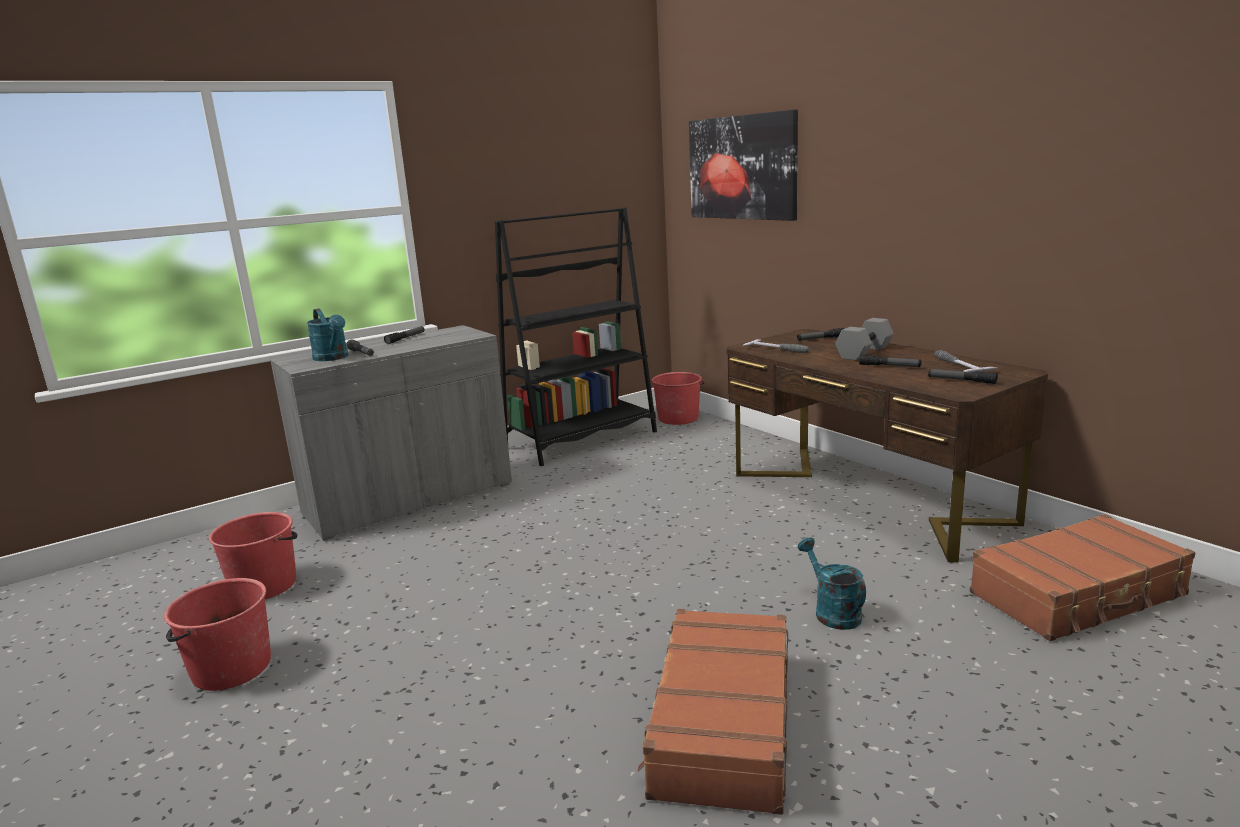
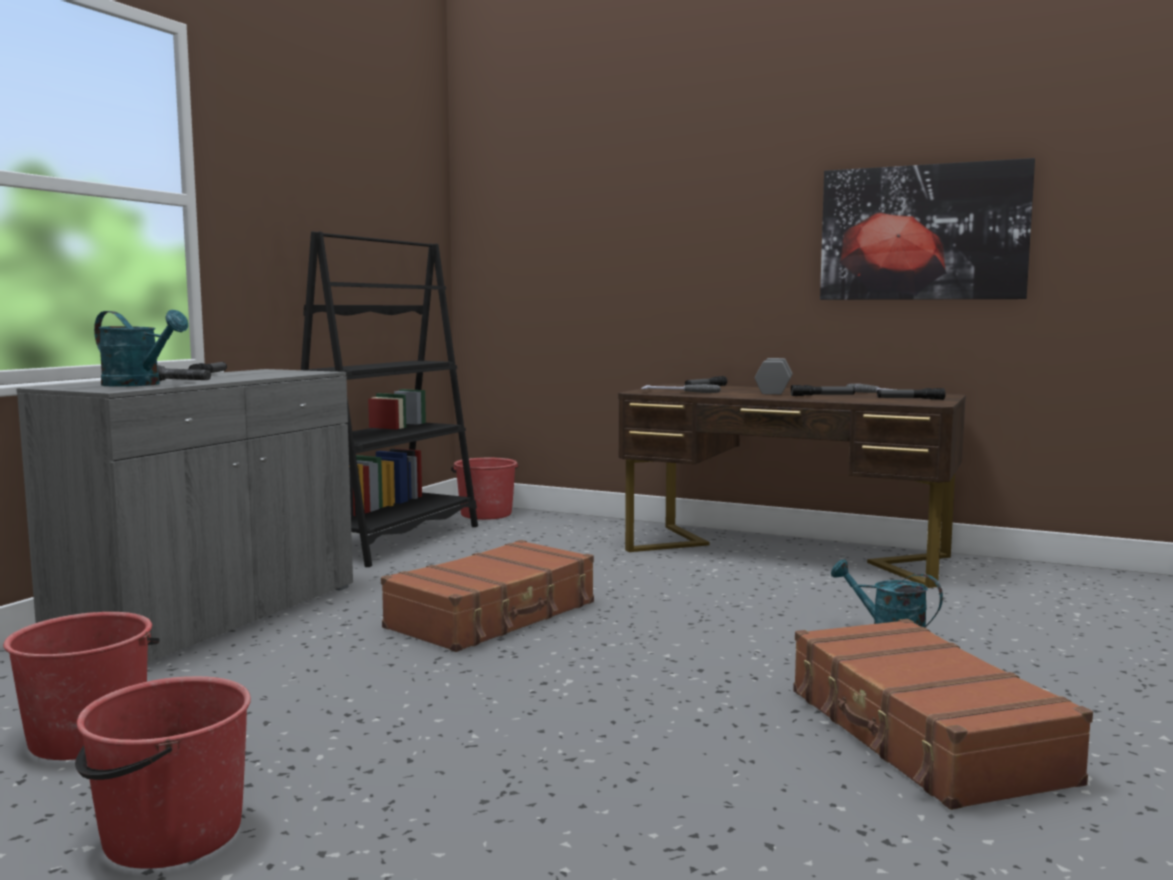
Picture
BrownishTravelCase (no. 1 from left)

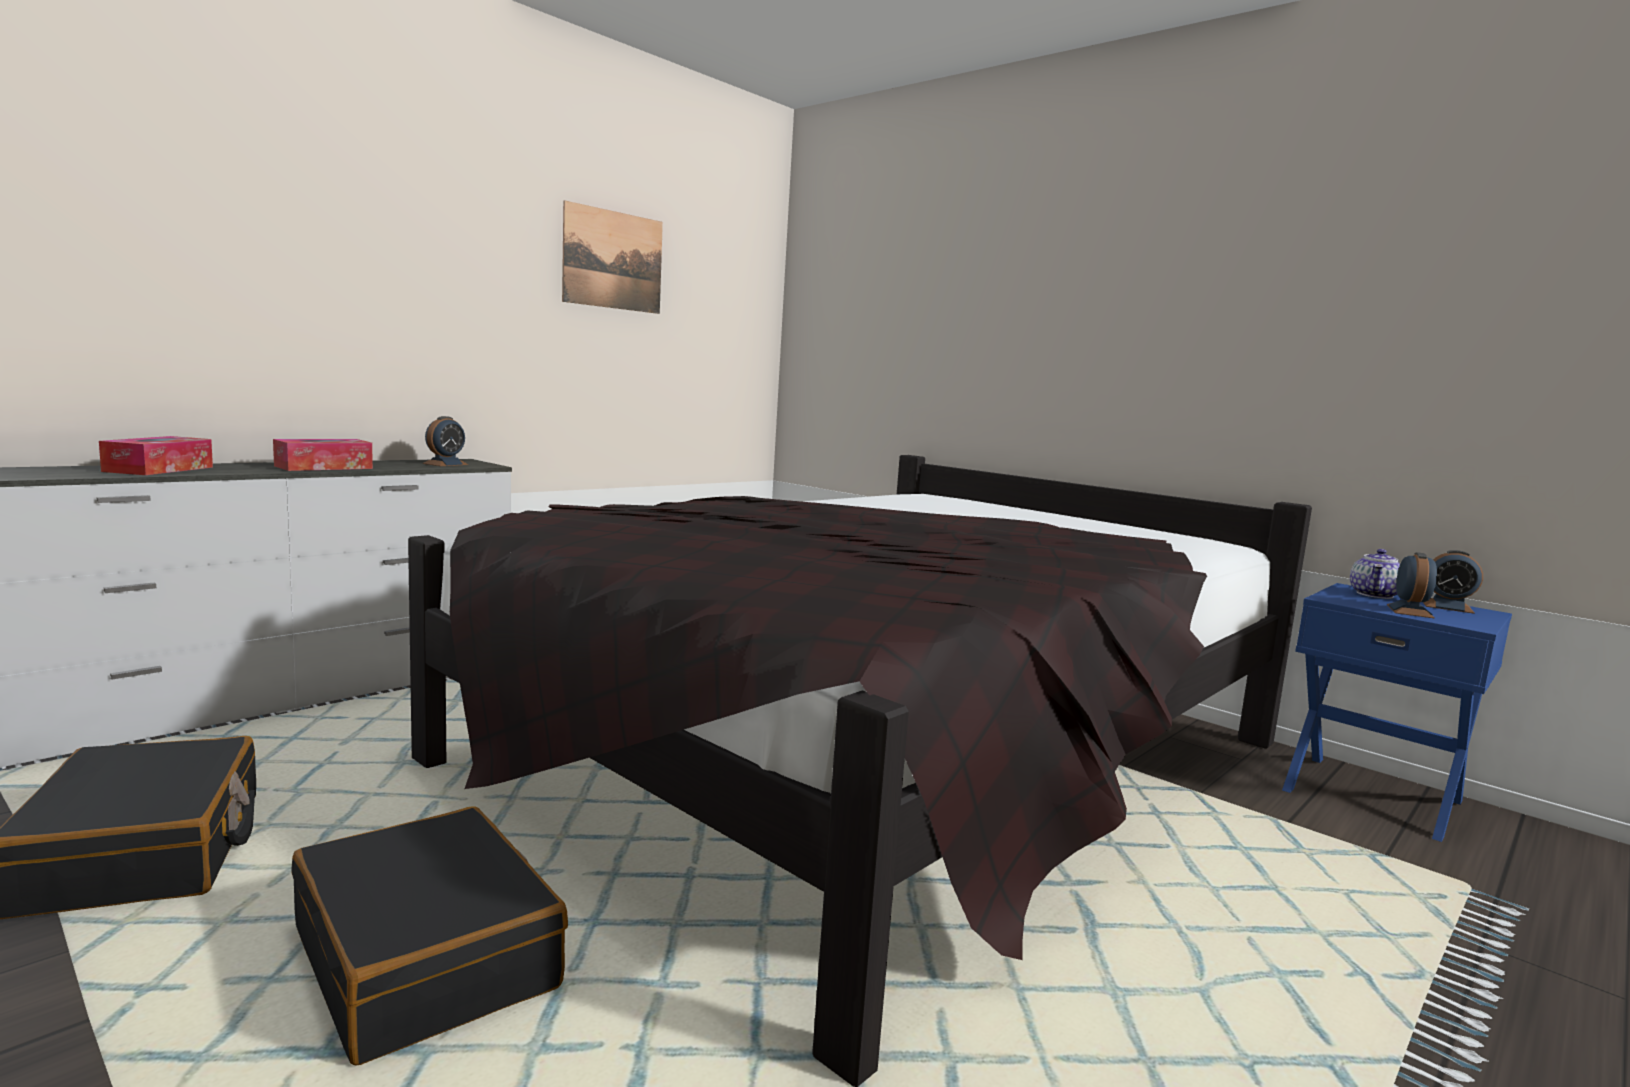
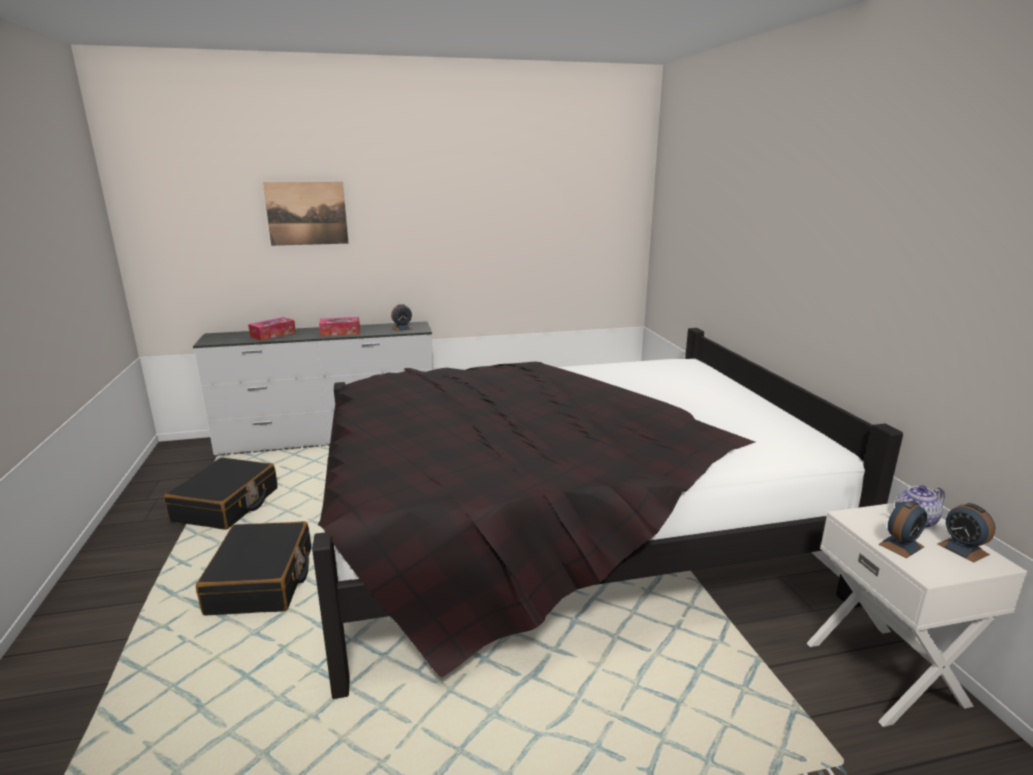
Picture
WhiteNightstand

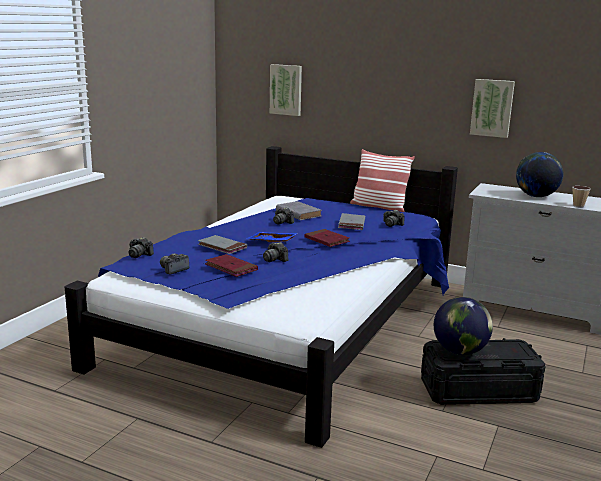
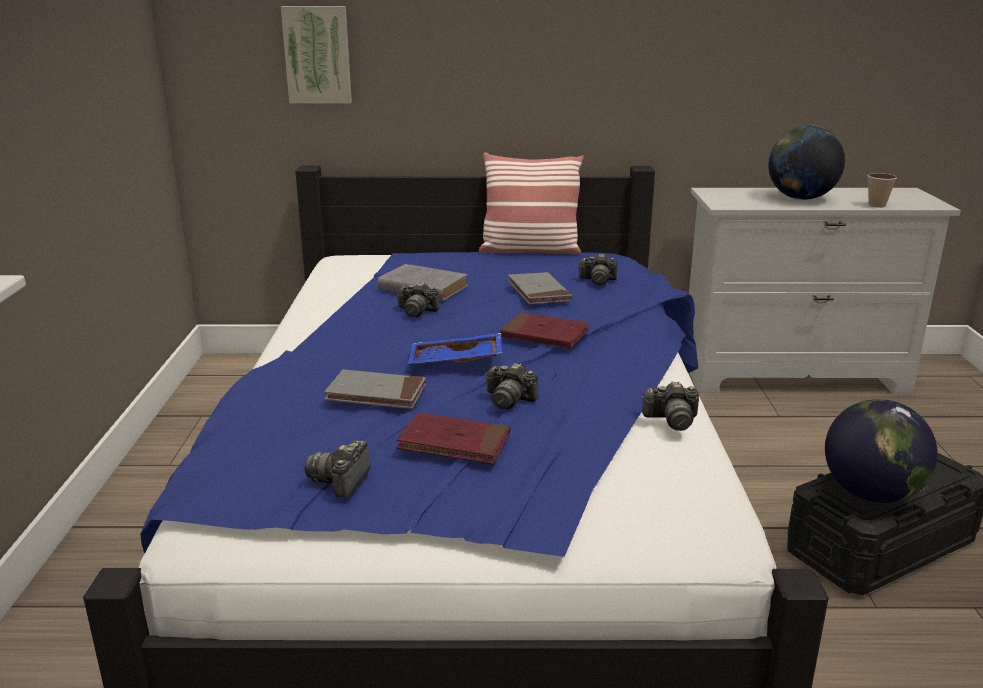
PhotoCamera (no. 5 from left)
Picture (no. 2 from left in the first image)

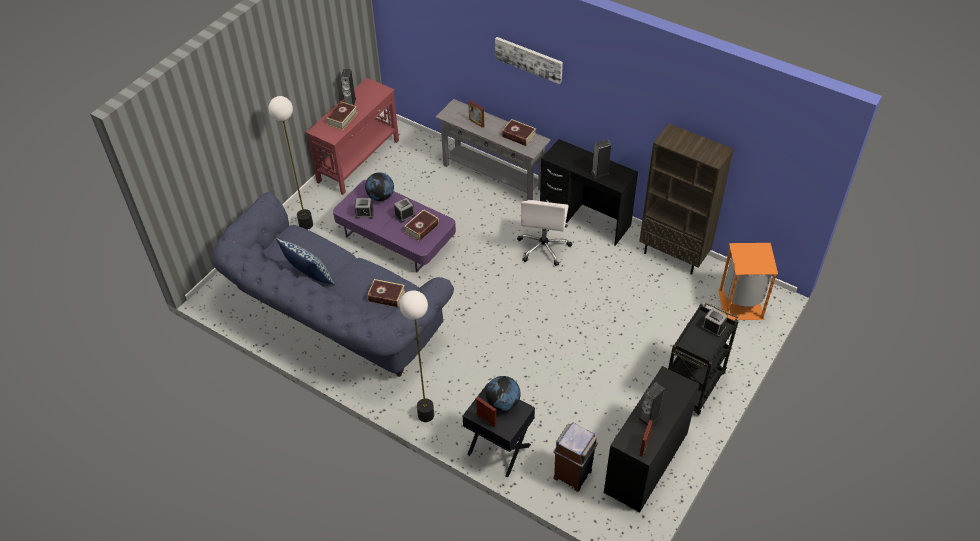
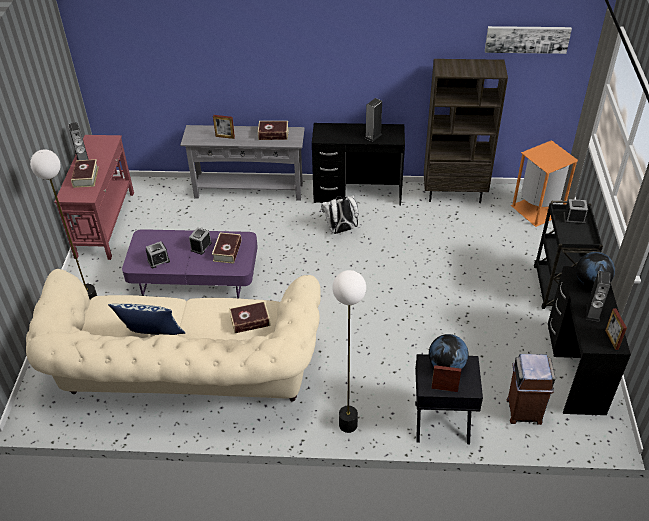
SandColouredSettee
Globe (no. 2 from left)
Picture
WhiteBackpack

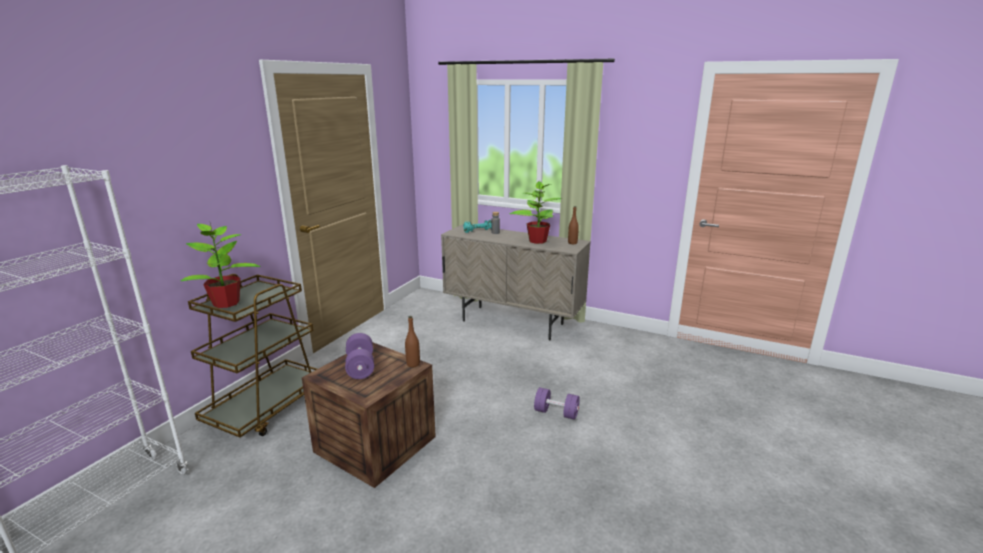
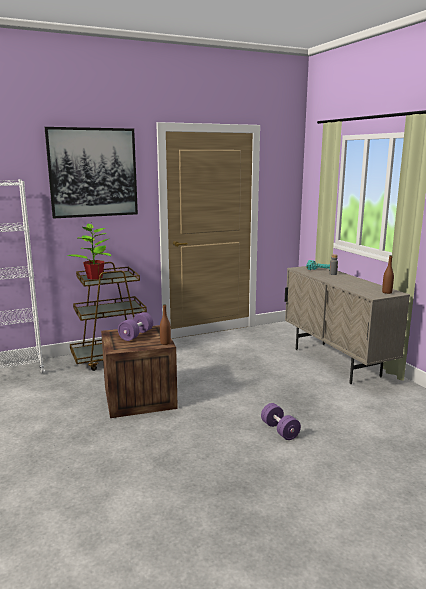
PottedPlant (no. 2 from left in the first image)
Picture

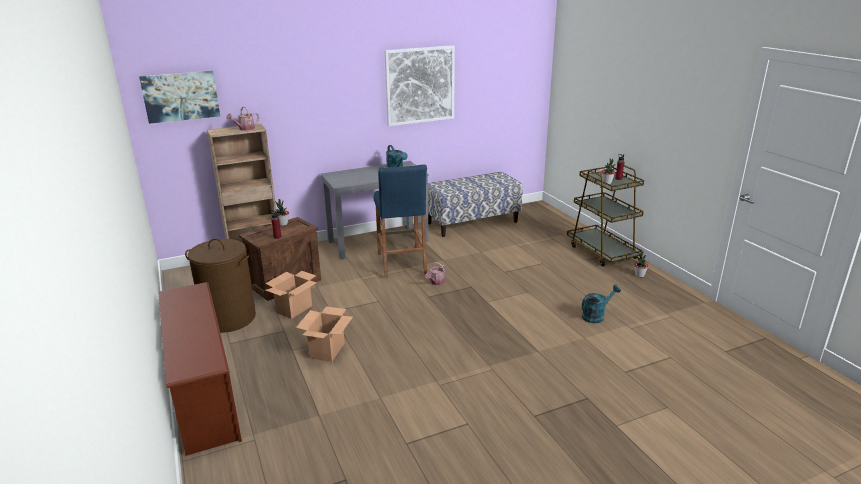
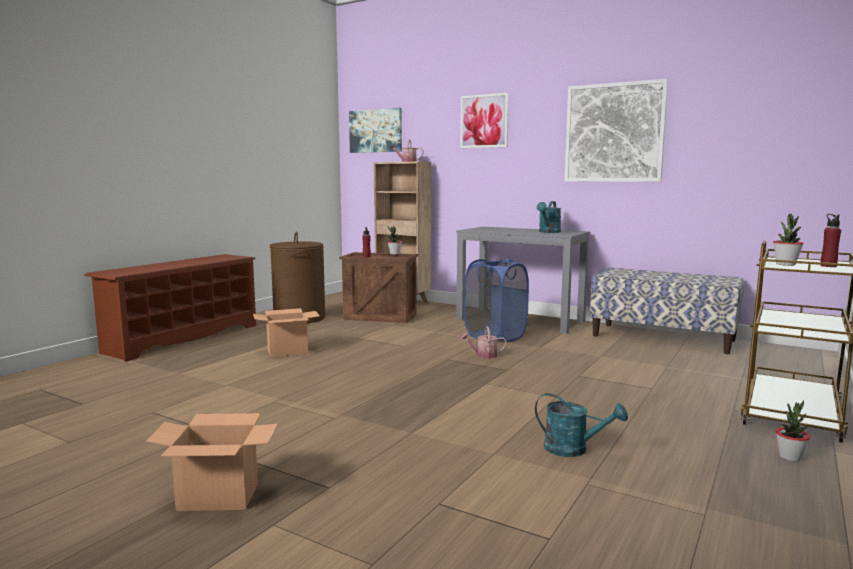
Carton (no. 1 from left)
BlueWashingBasket
Picture (no. 2 from left)

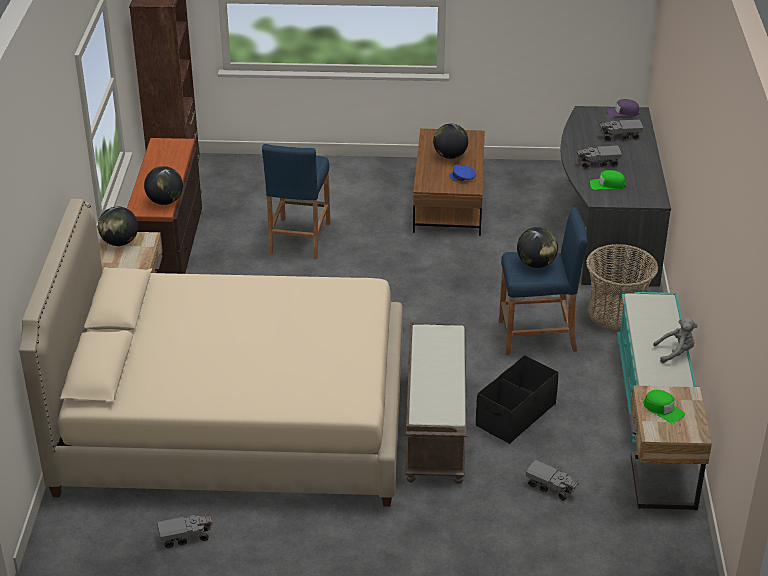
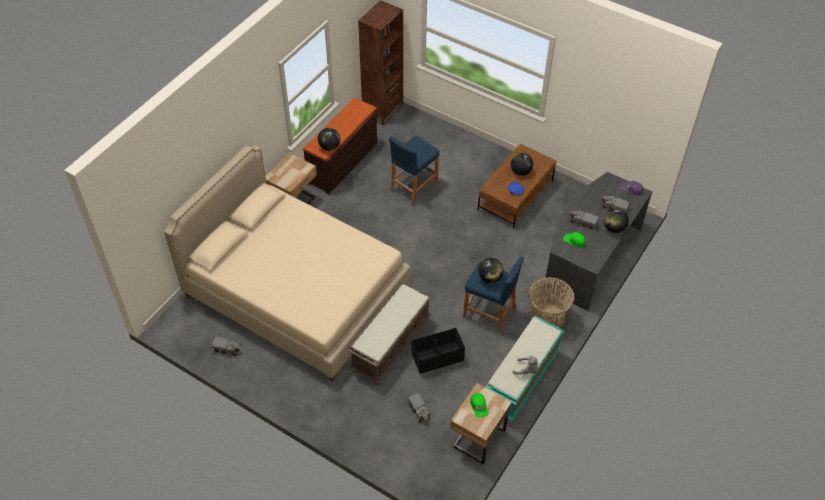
Globe (no. 4 from left)

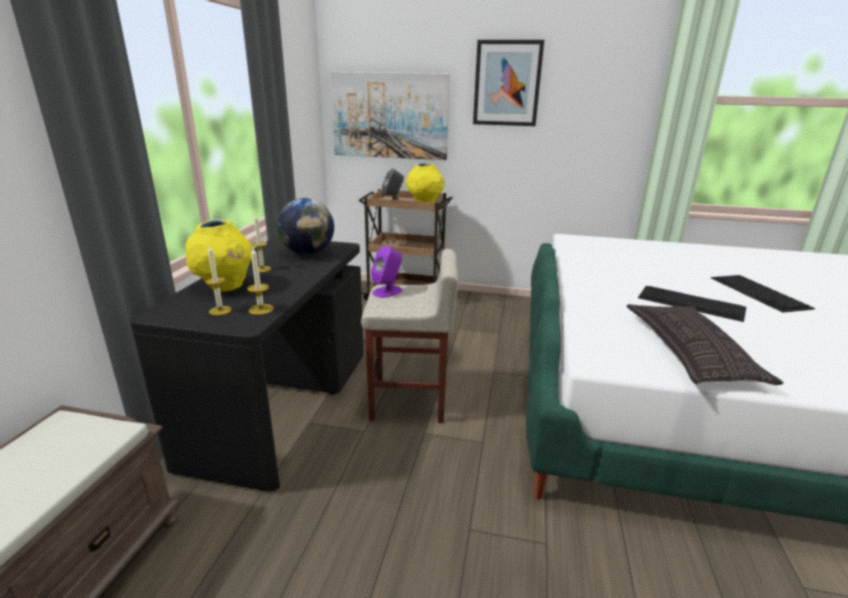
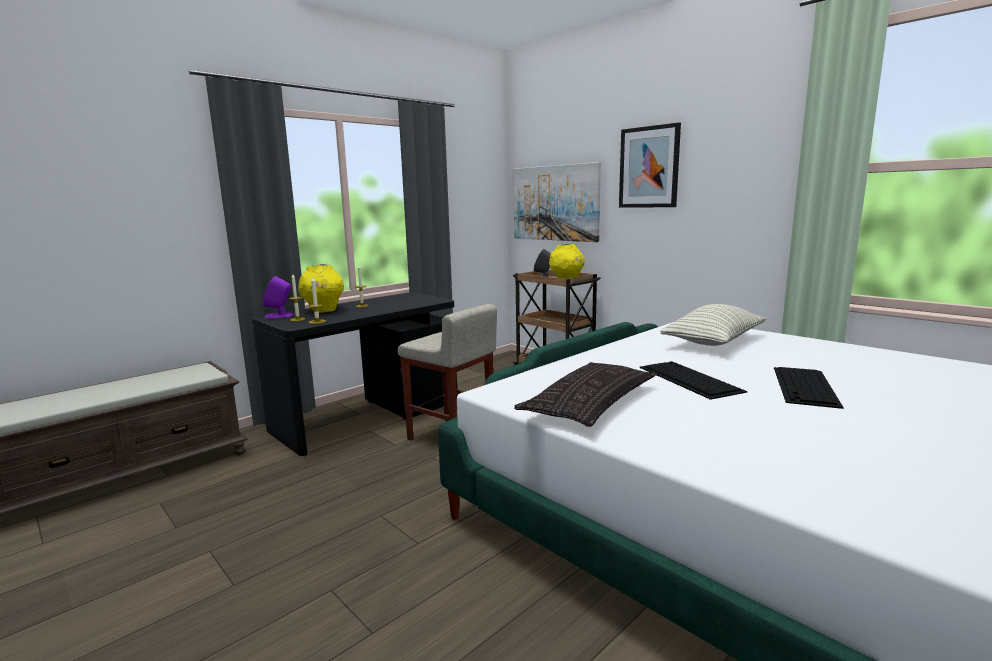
Globe
PurpleLoudspeaker
Cushion (no. 2 from left)

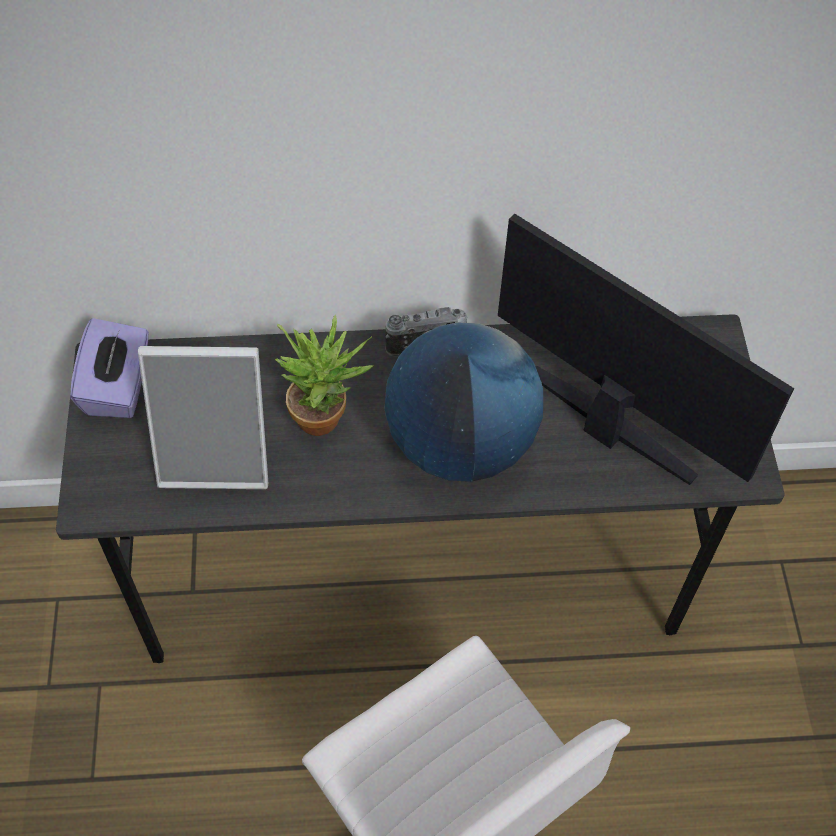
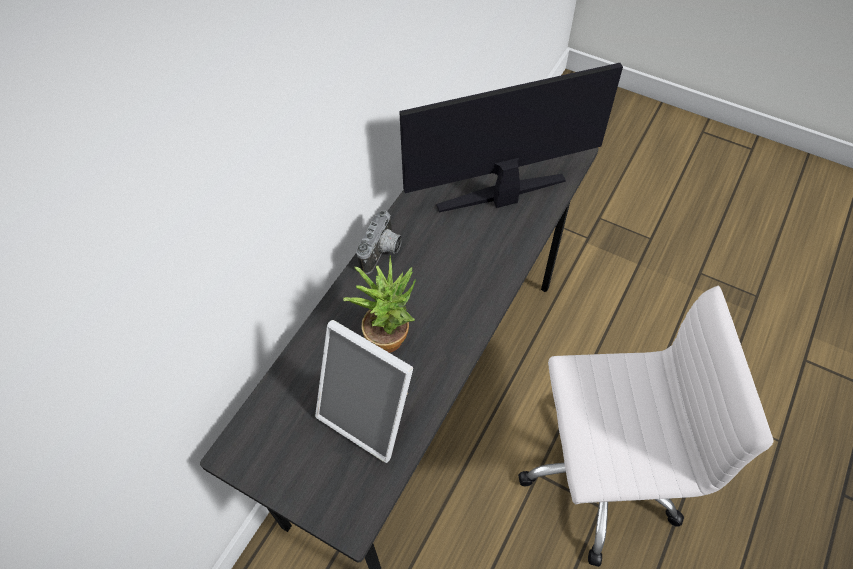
PurpleTissueHolder
PictureFrame
Globe

